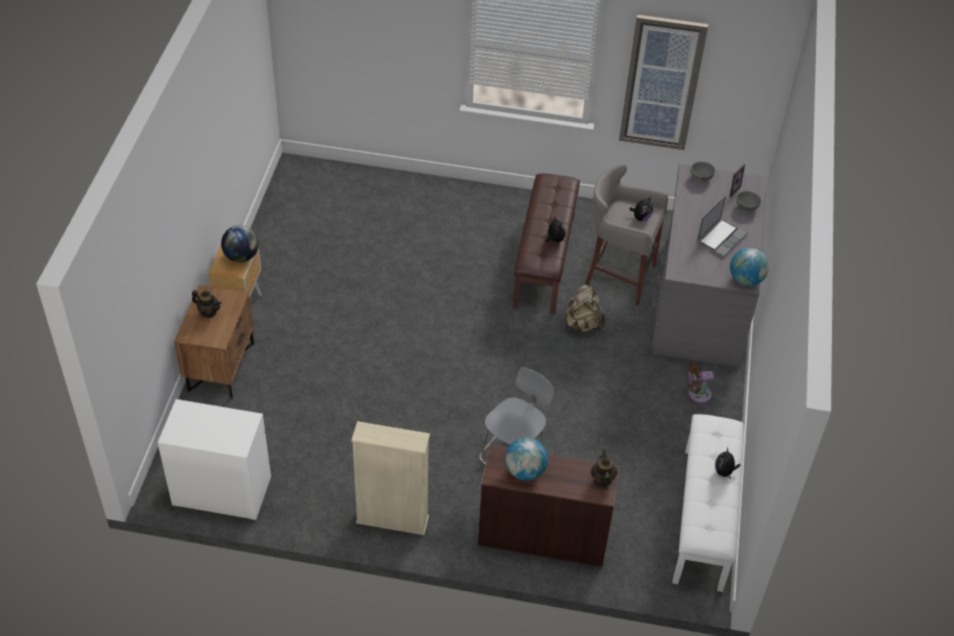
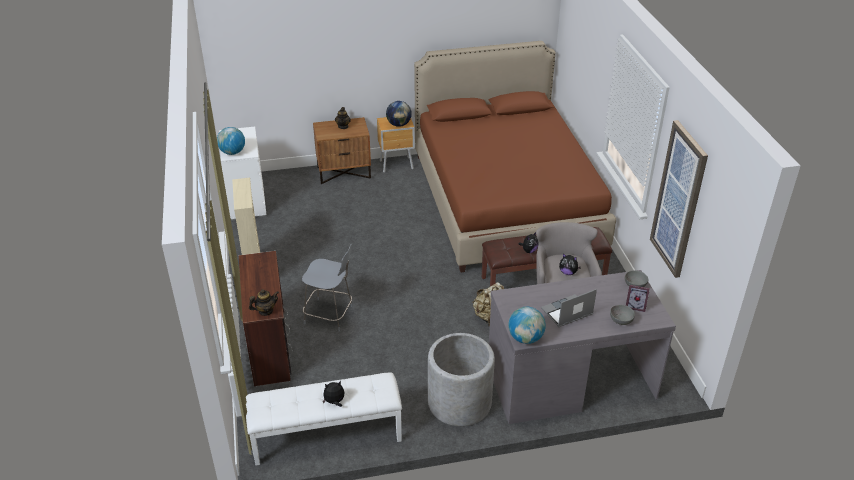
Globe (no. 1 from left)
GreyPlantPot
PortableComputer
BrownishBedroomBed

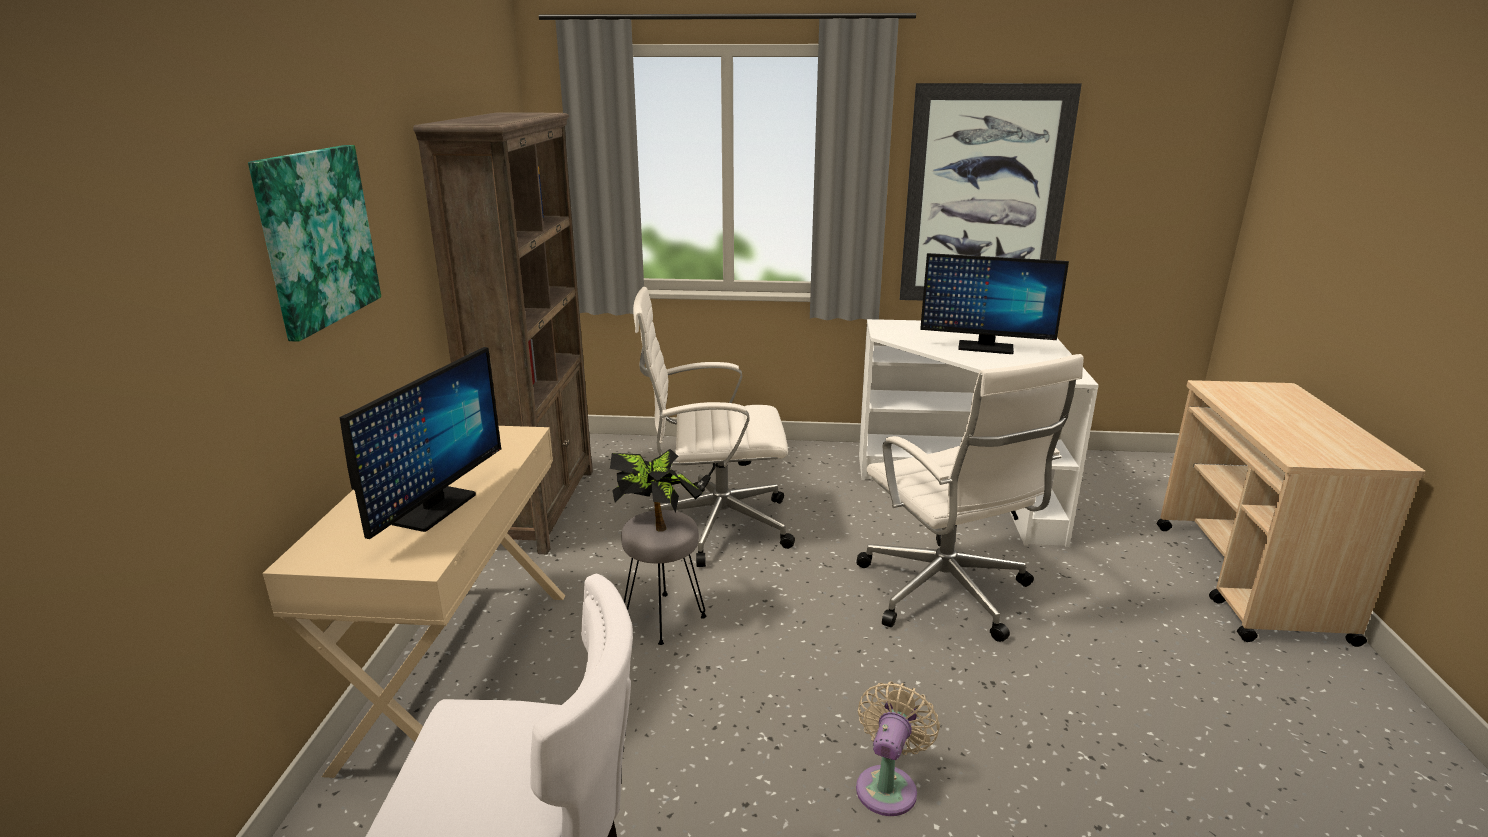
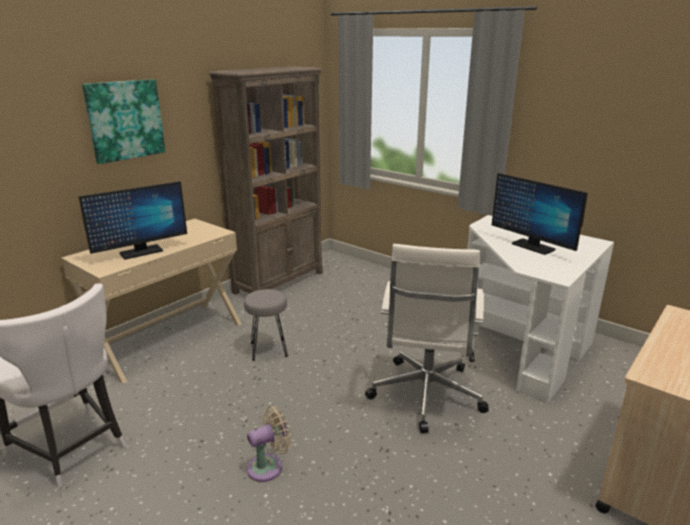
PottedPlant
WhiteOfficeChair (no. 1 from left in the first image)
Picture (no. 2 from left in the first image)

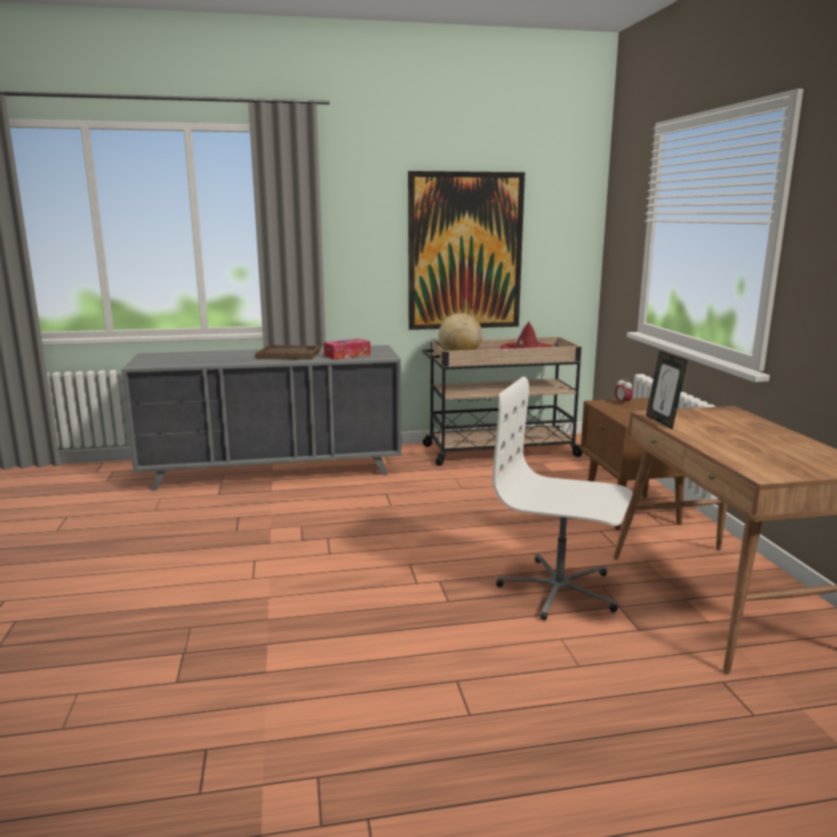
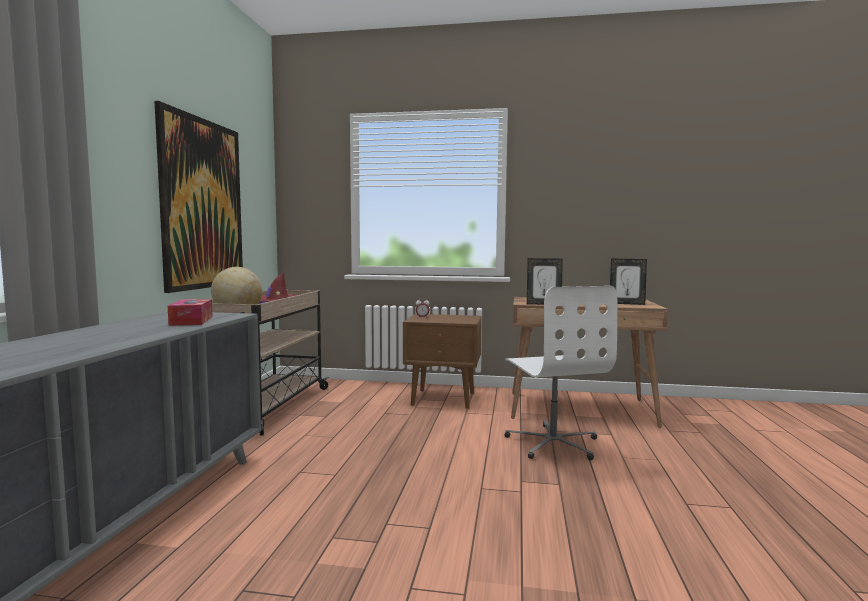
BrownishServingTray
WhiteOfficeChair
PictureFrame (no. 2 from left)

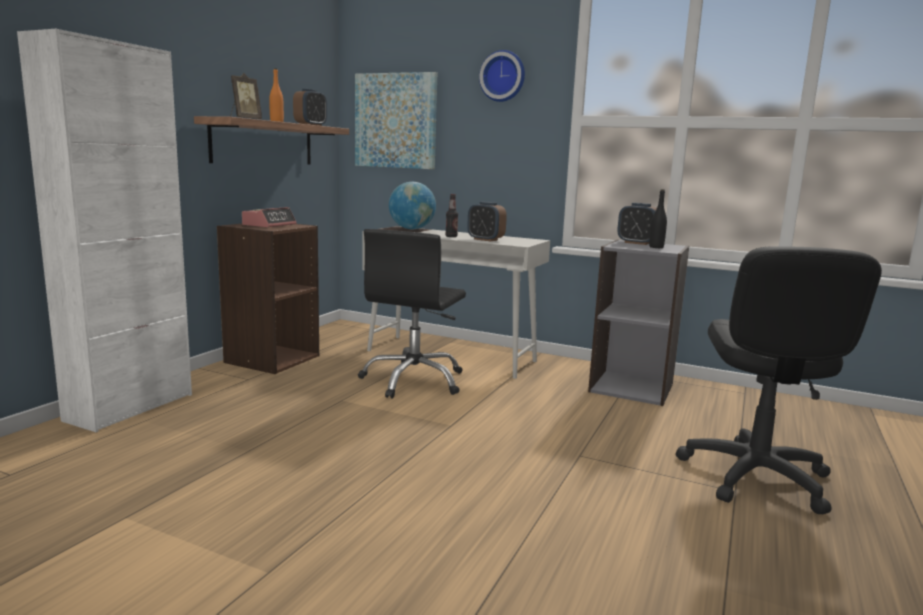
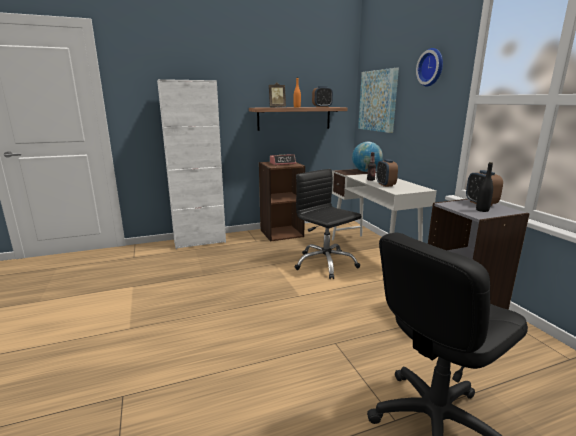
BlackOfficeChair (no. 1 from left)

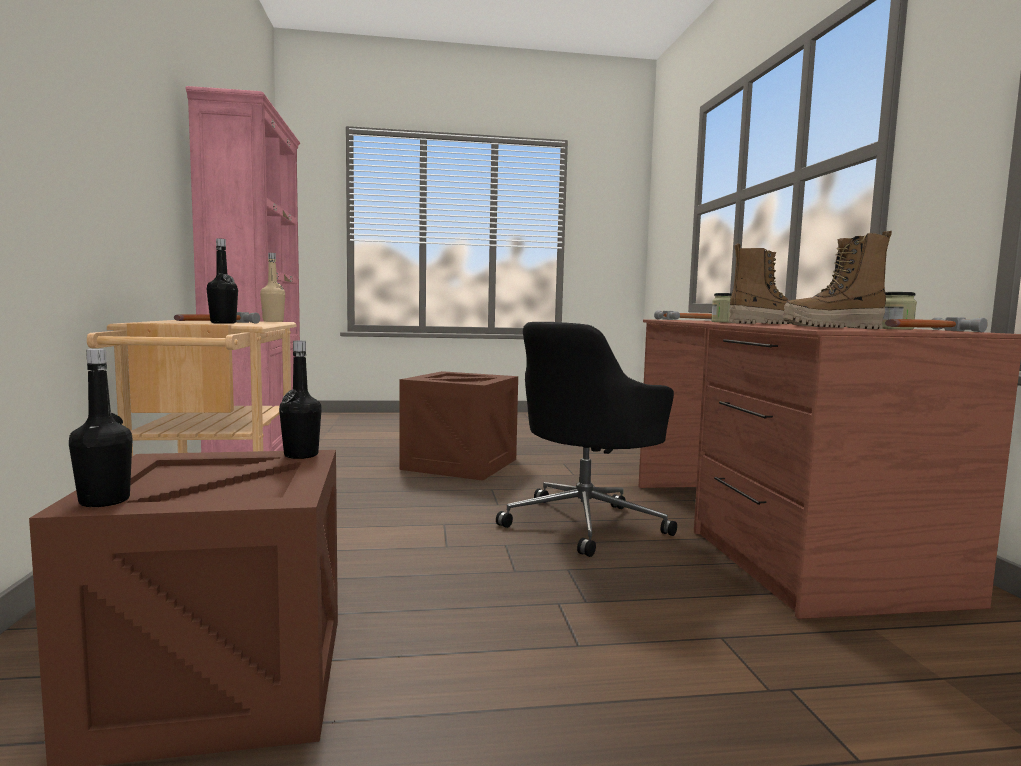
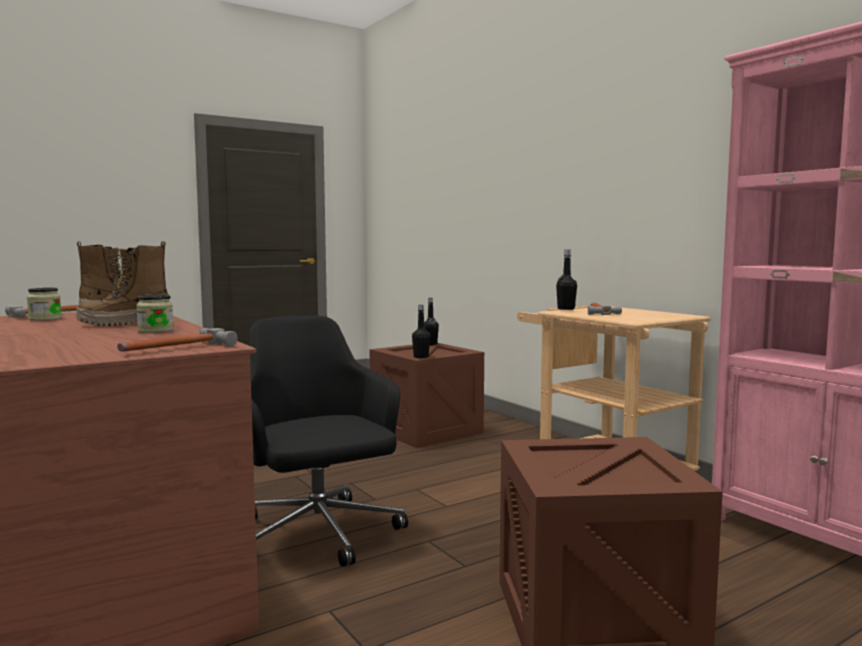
SandColouredBottle
BlackOfficeChair

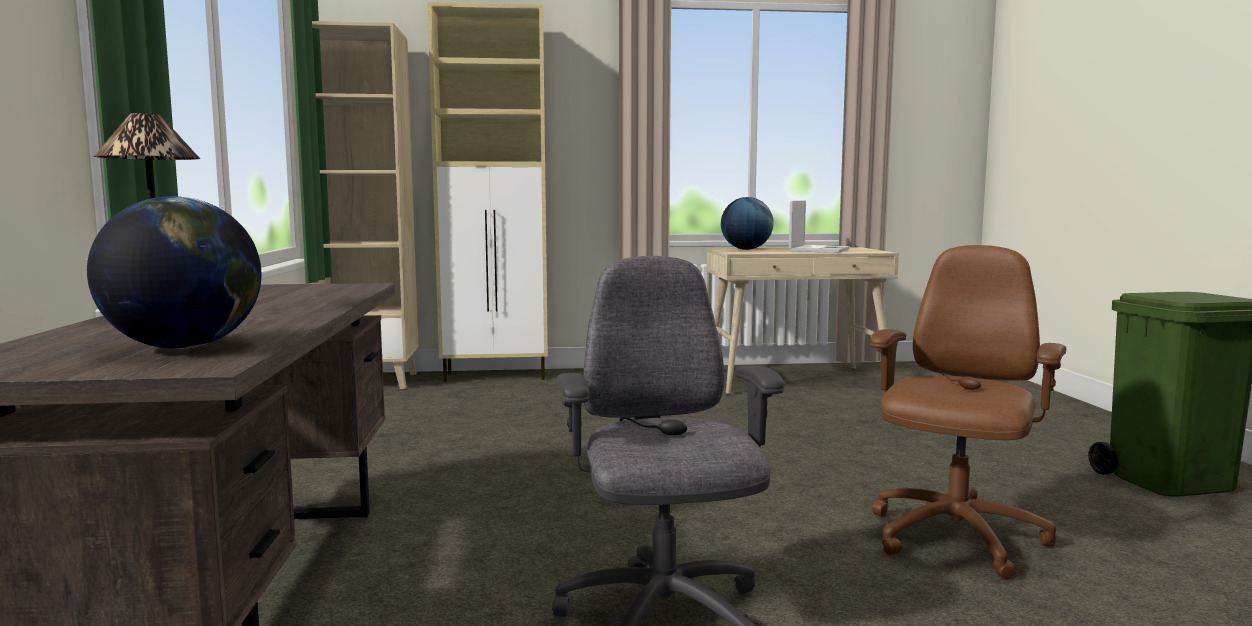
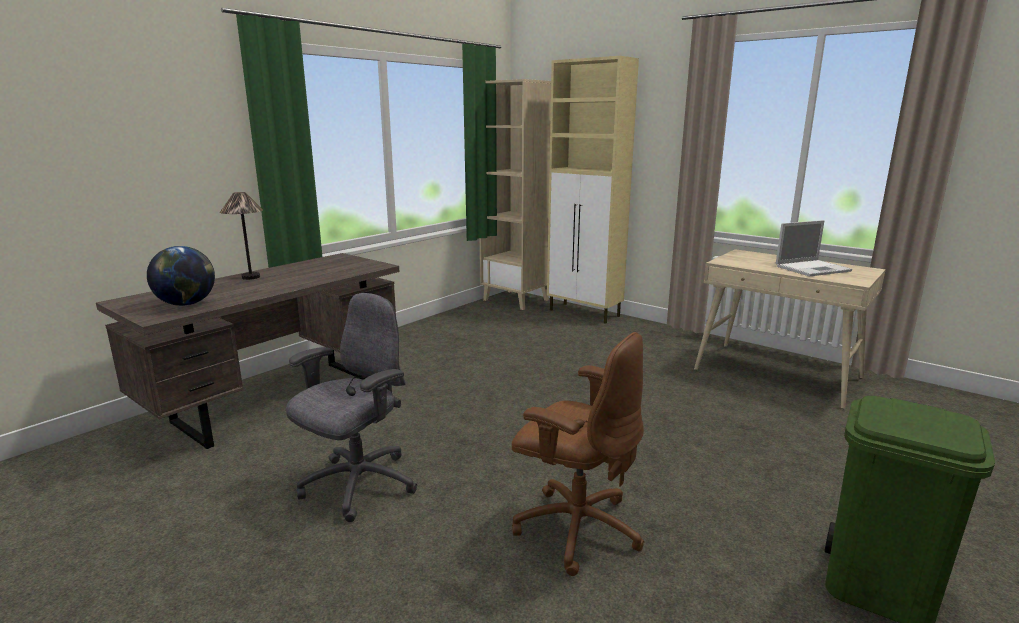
Globe (no. 2 from left in the first image)
BrownishOfficeChair

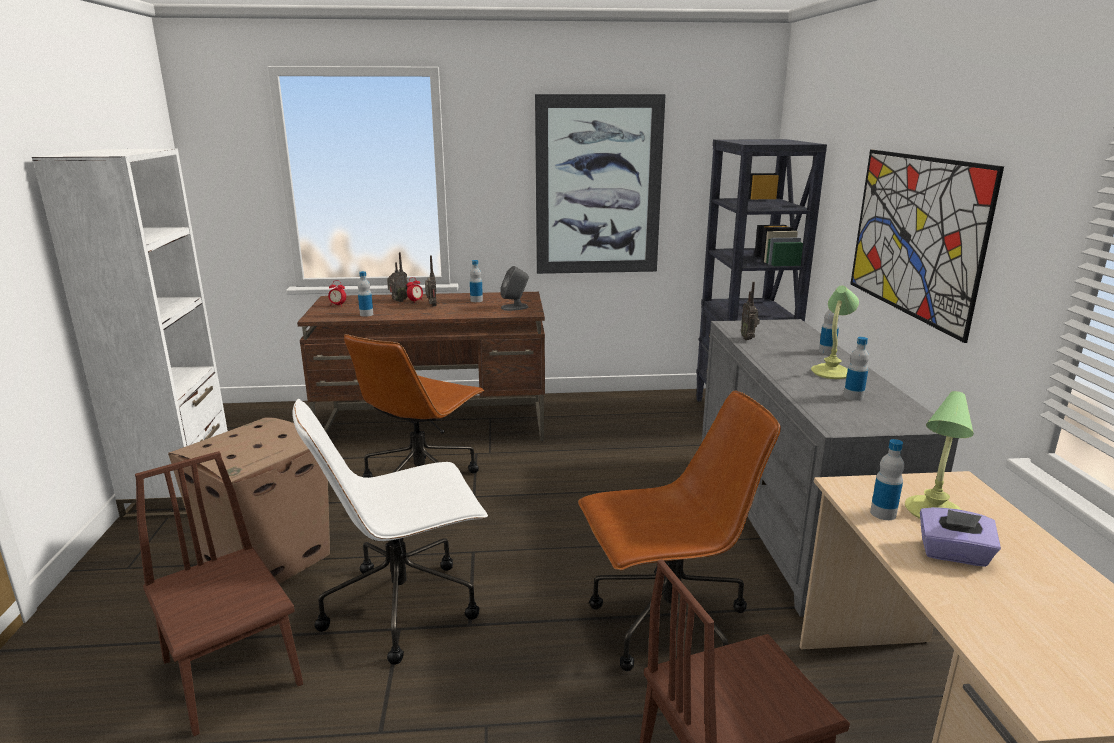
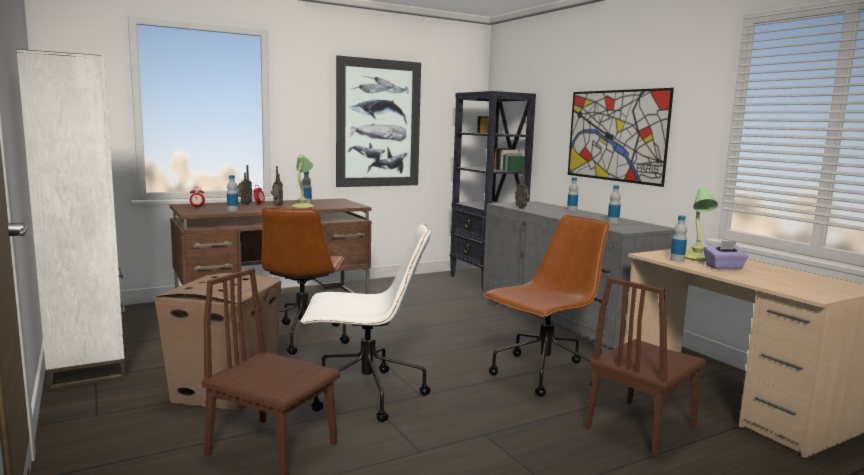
WhiteOfficeChair
GreyLoudspeaker
TableLamp (no. 1 from left)

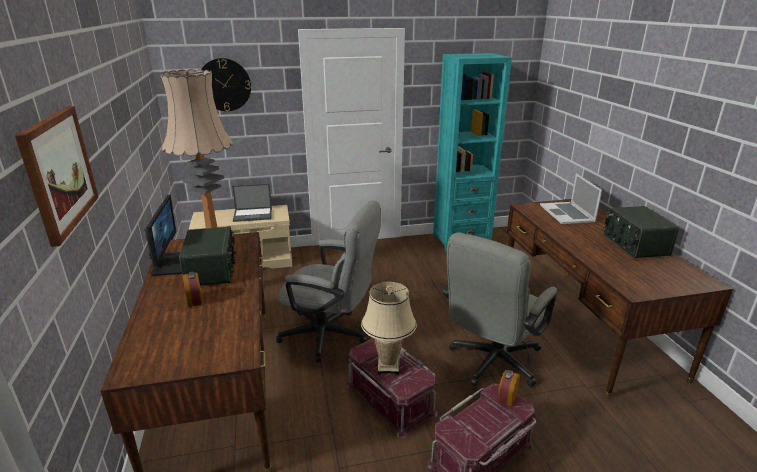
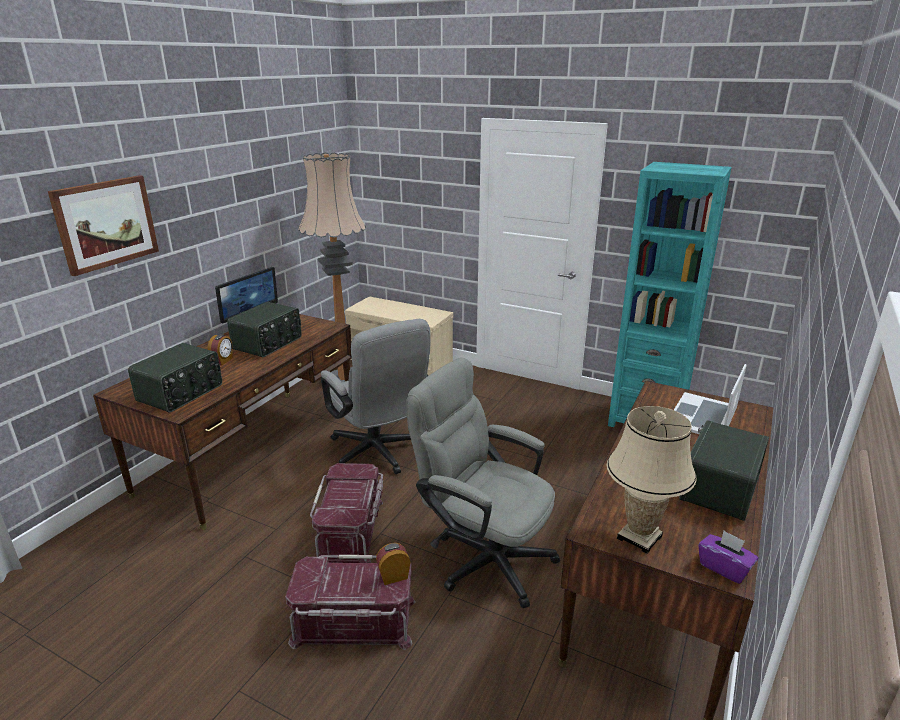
HangingClock
PortableComputer (no. 1 from left in the first image)
SandColouredTableLamp
GreyOfficeChair (no. 2 from left)
Radio (no. 1 from left)
PurpleTissueHolder

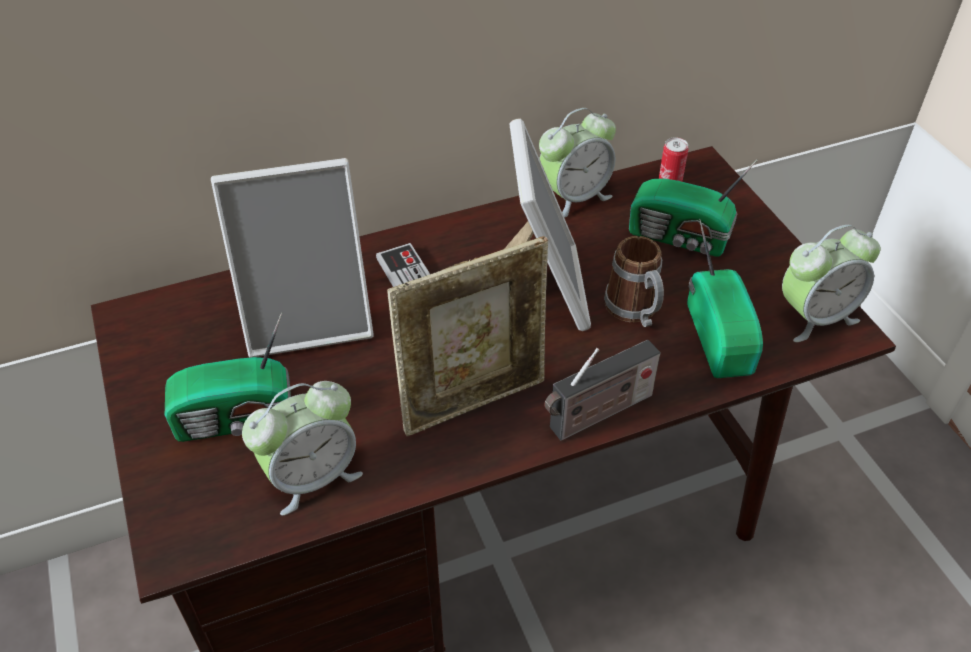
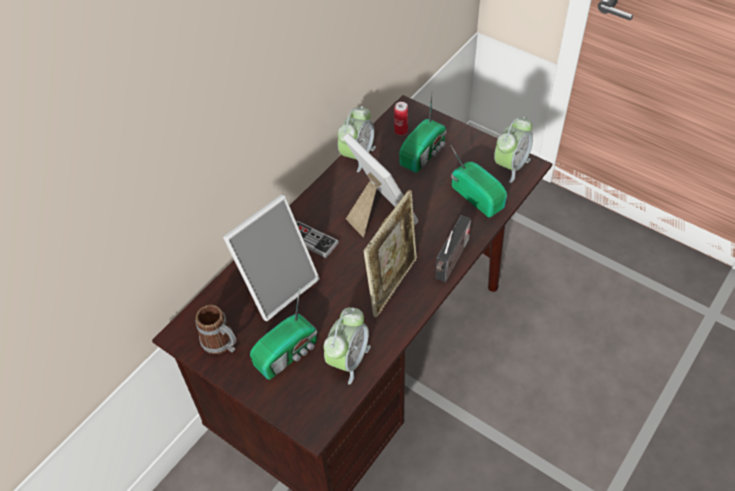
TeaMug
Radio (no. 2 from left)

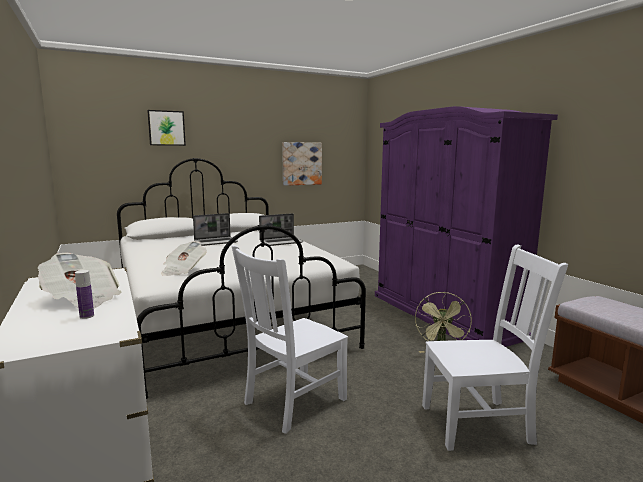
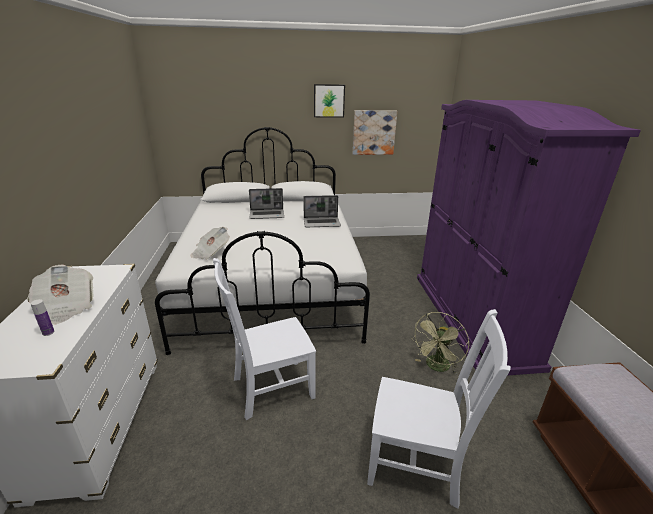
Picture (no. 1 from left)

